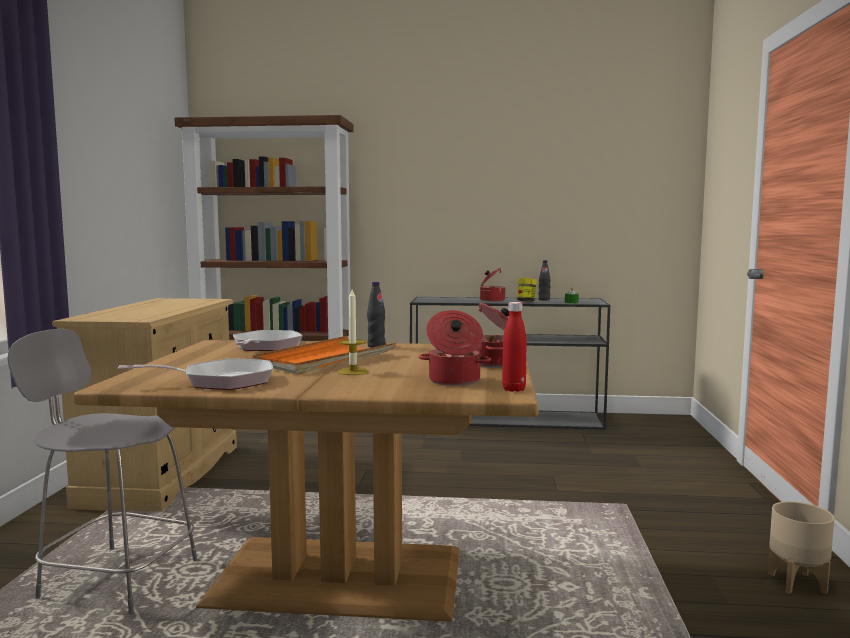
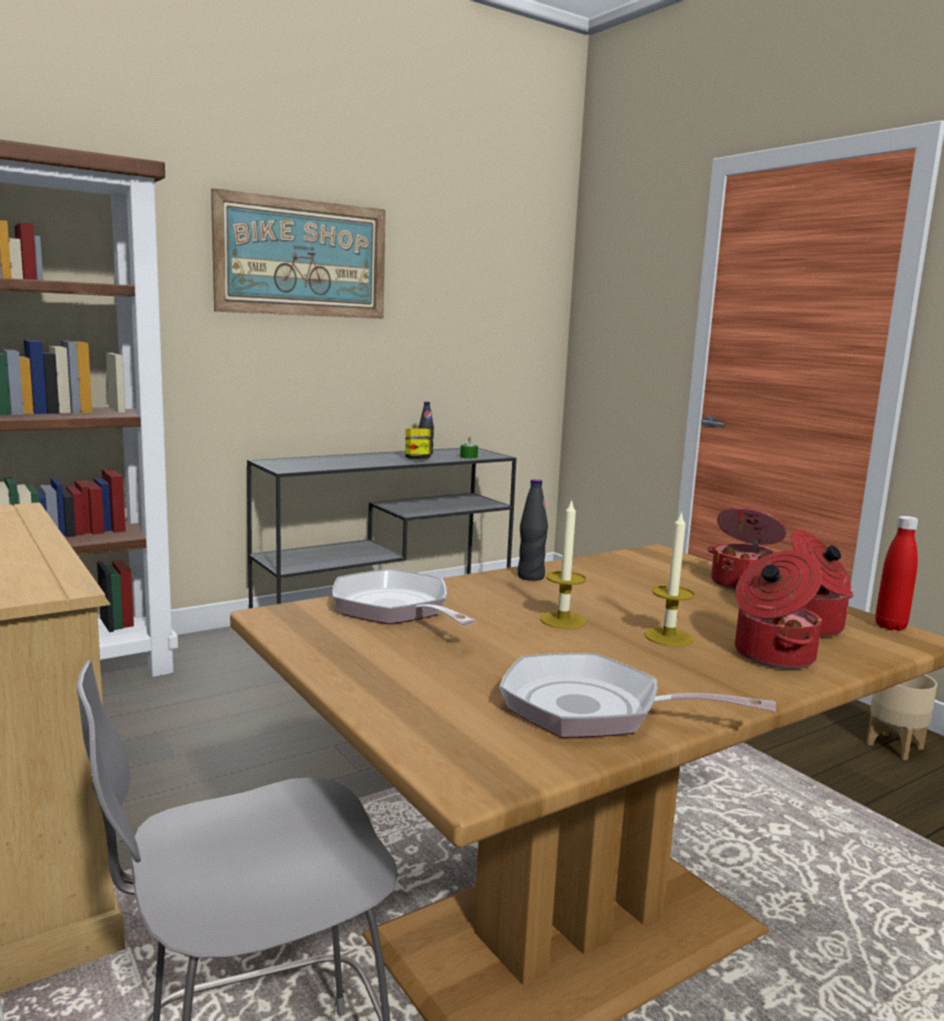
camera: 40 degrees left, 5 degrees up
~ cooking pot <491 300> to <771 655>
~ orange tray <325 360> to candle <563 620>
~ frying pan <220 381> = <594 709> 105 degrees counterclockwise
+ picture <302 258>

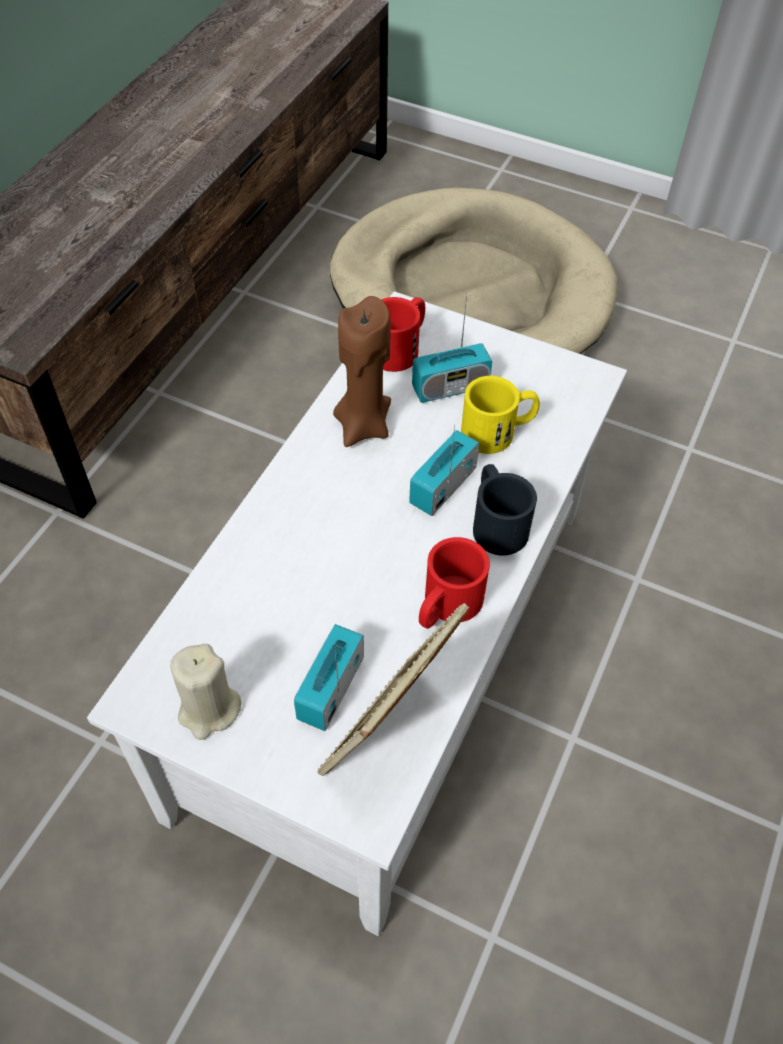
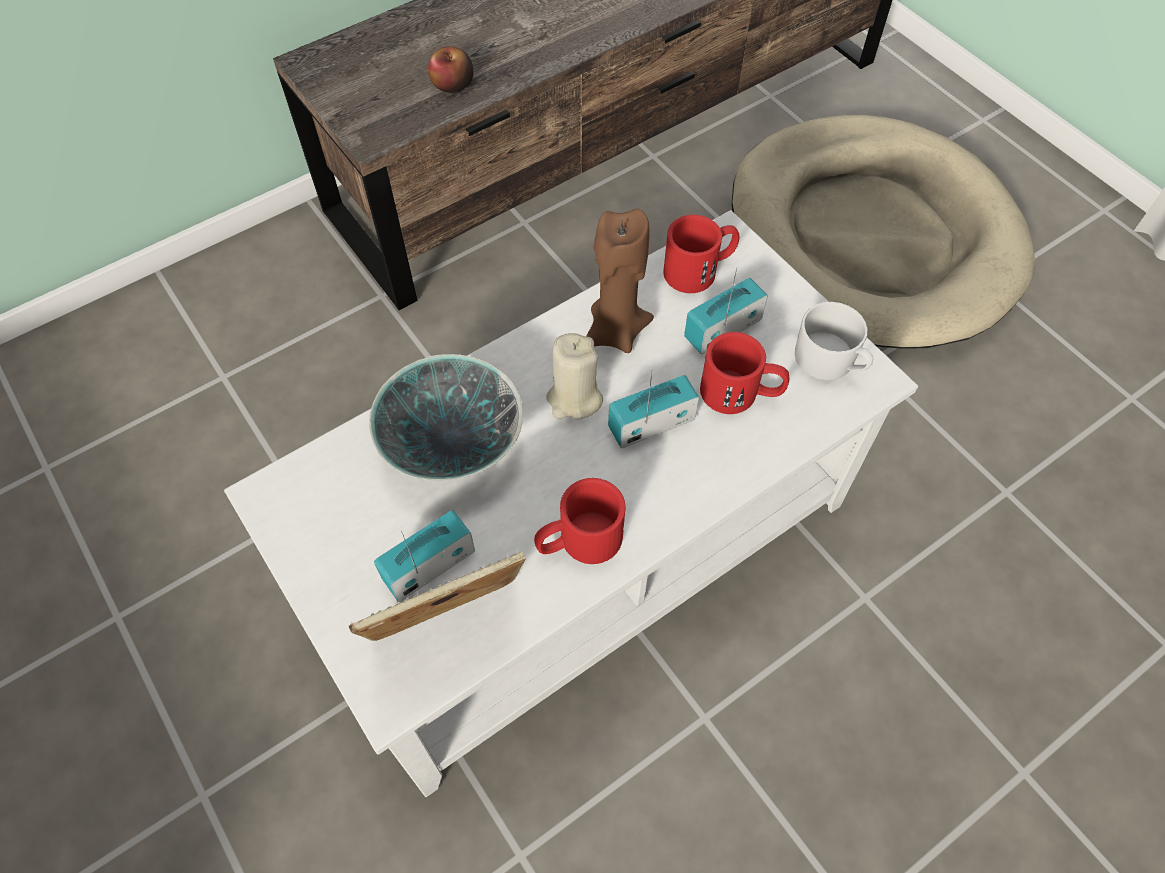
camera: 30 degrees right, 5 degrees up
~ radio <450 387> = <722 329> 135 degrees clockwise
~ yellow mug <498 431> to red mug <741 393>
- black mug <496 522>
~ beige candle <209 709> to <574 399>
+ apple <452 84>
+ white mug <830 361>
+ bowl <452 447>

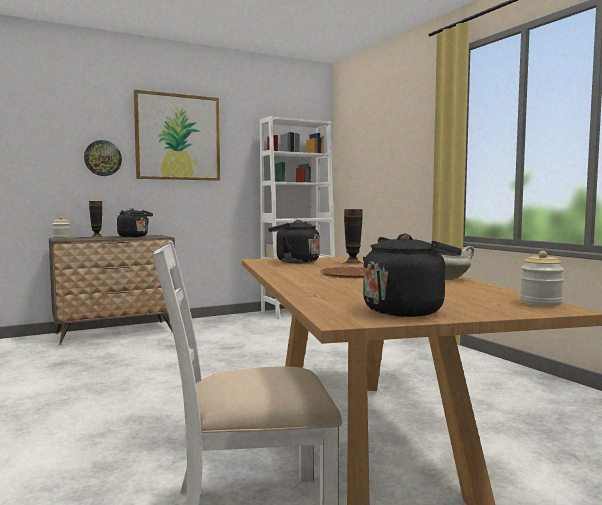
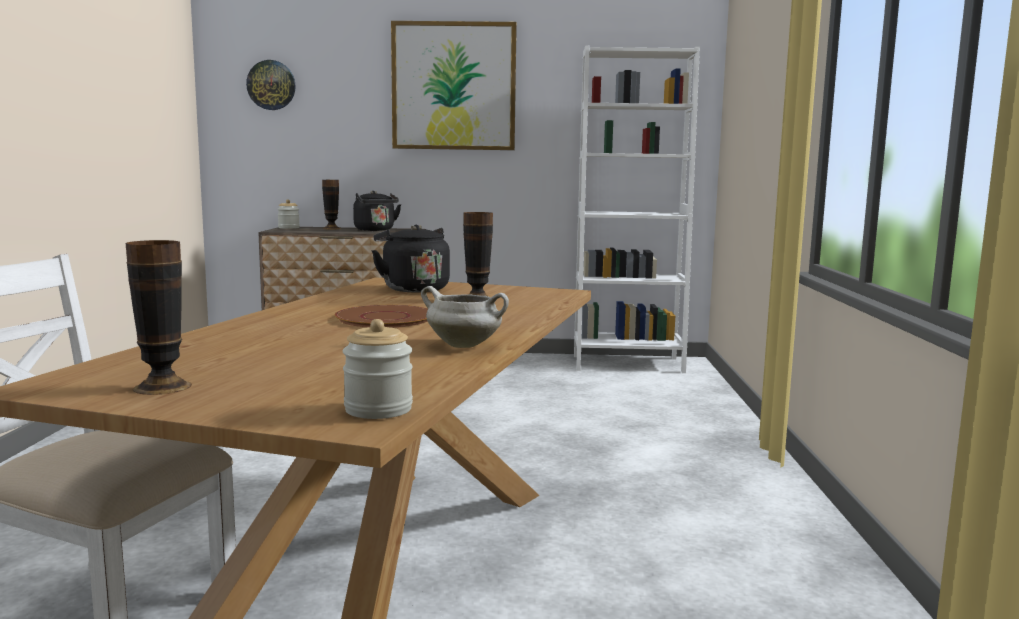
camera: 30 degrees right, 5 degrees up
~ wall clock <103 158> to <271 85>
~ black kettle <406 310> to vase <162 387>

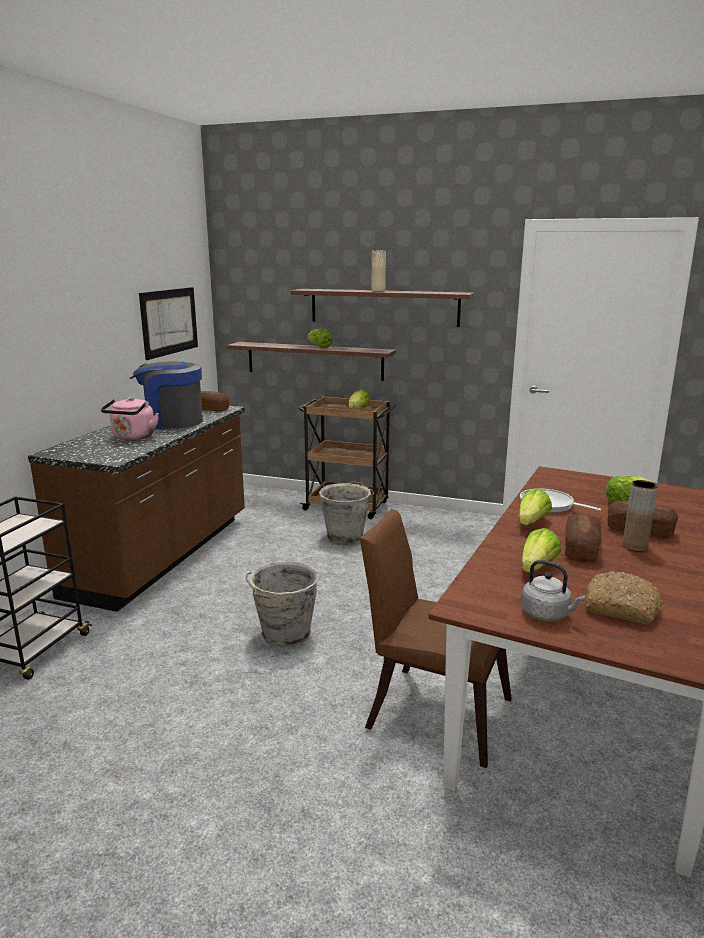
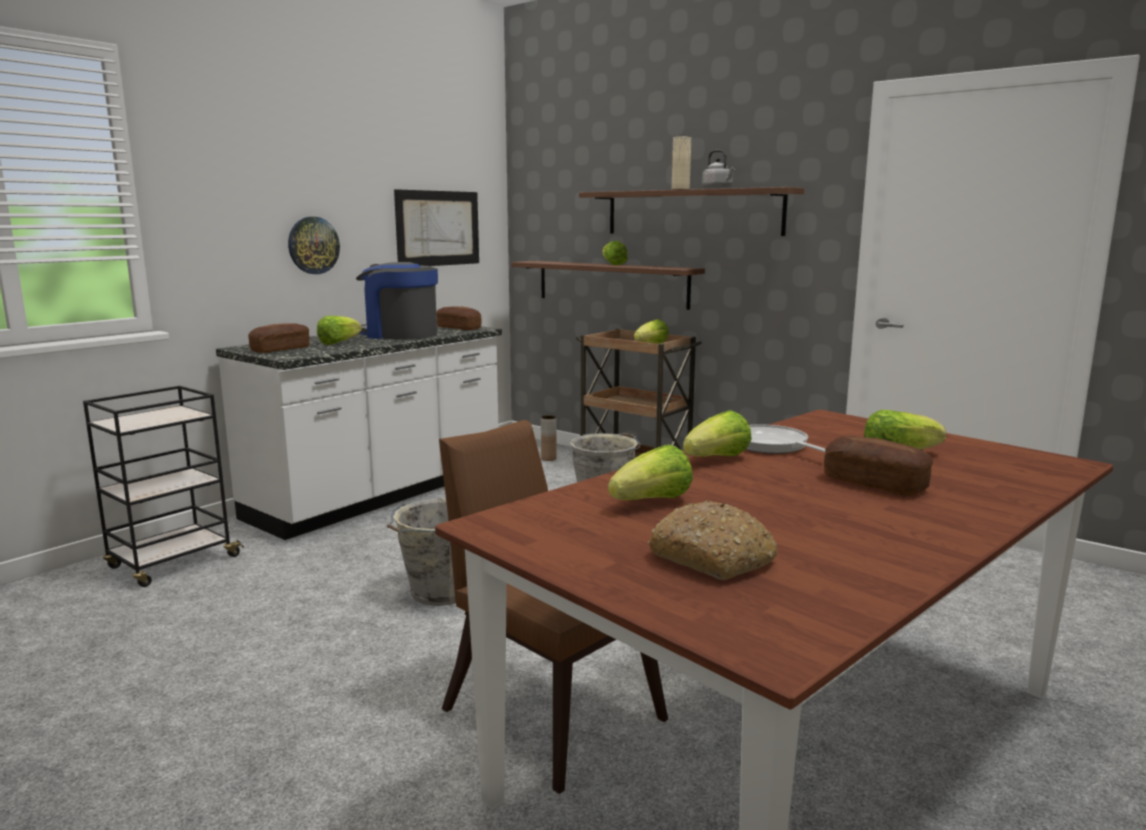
camera: 20 degrees right, 5 degrees down
~ pink kettle <133 437> to lettuce <338 343>
~ brown counter <163 556> to white counter <380 495>
~ brown vase <635 546> to <548 459>
~ bread <581 549> to <280 349>
~ grey kettle <547 614> to <718 188>
+ wall clock <313 245>

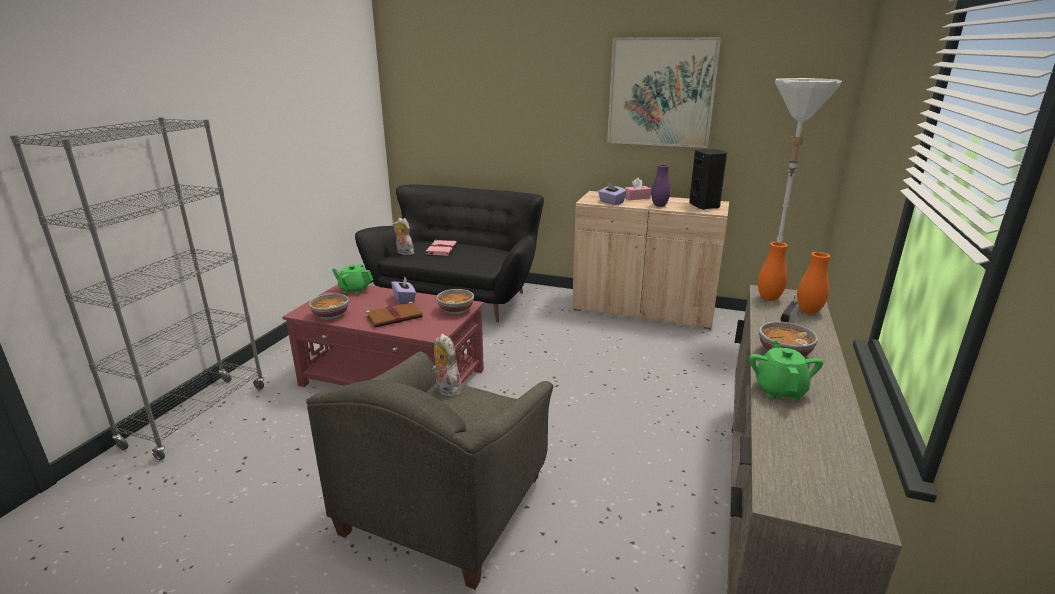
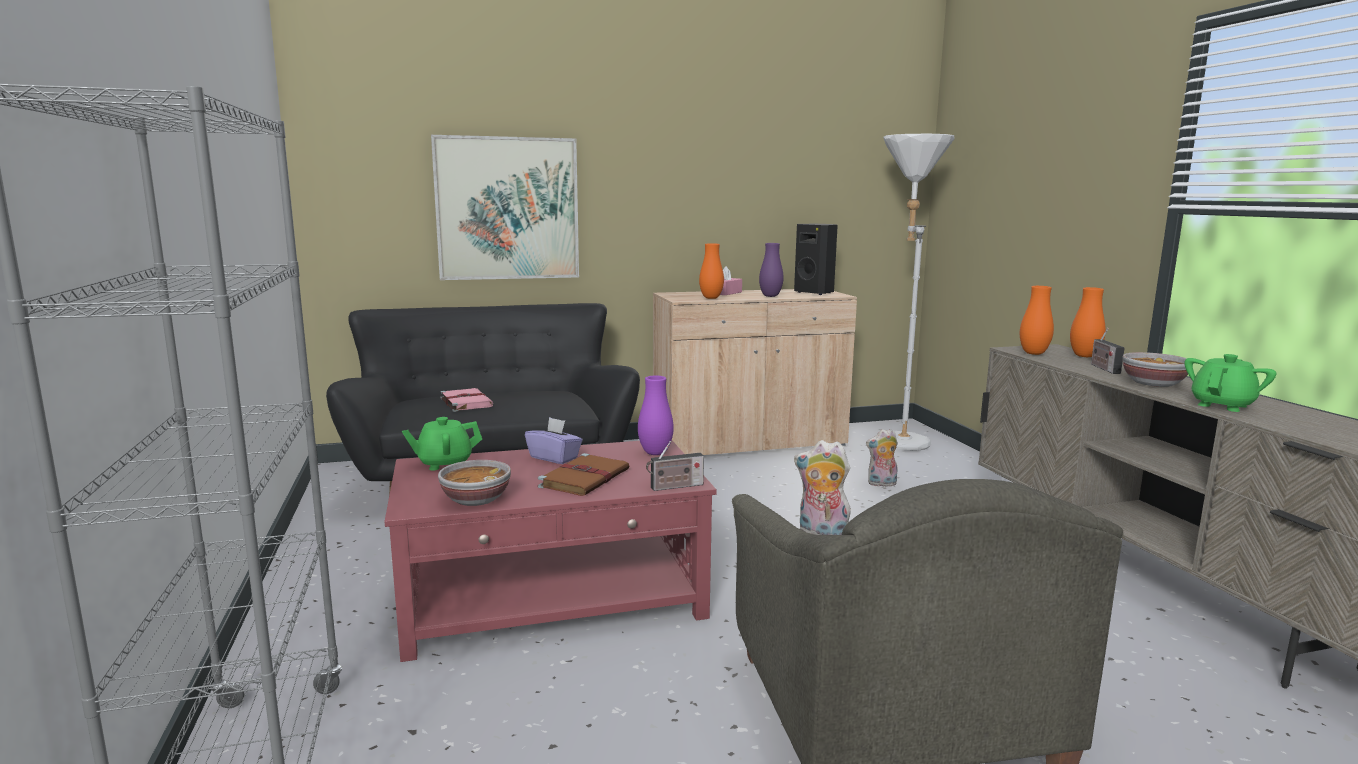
camera: 35 degrees left, 10 degrees down
~ picture <661 92> to <507 208>
~ purple tissue box <611 202> to orange vase <711 298>
~ plush toy <404 253> to <881 484>
~ bowl <456 310> to purple vase <655 453>
~ green teapot <779 390> = <1222 405> 75 degrees clockwise
+ radio <674 487>

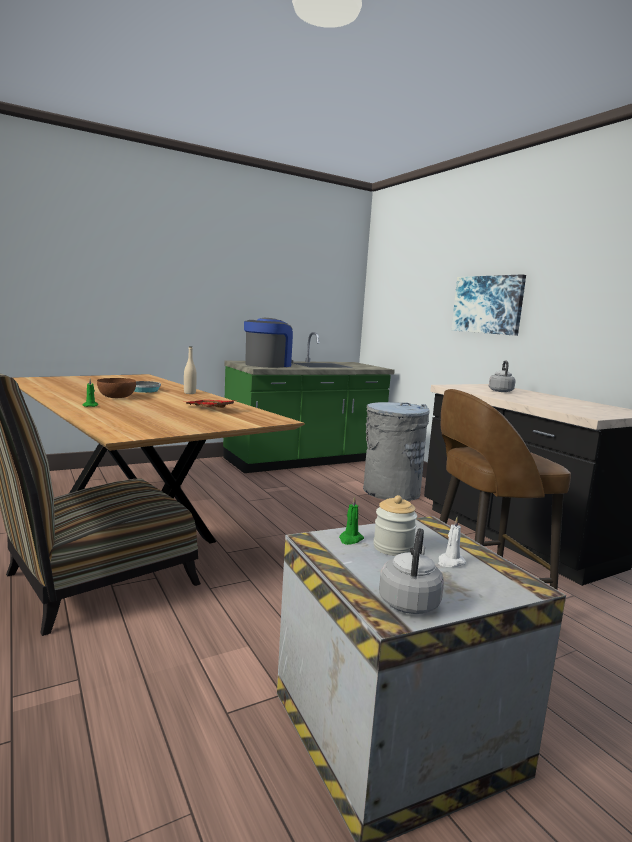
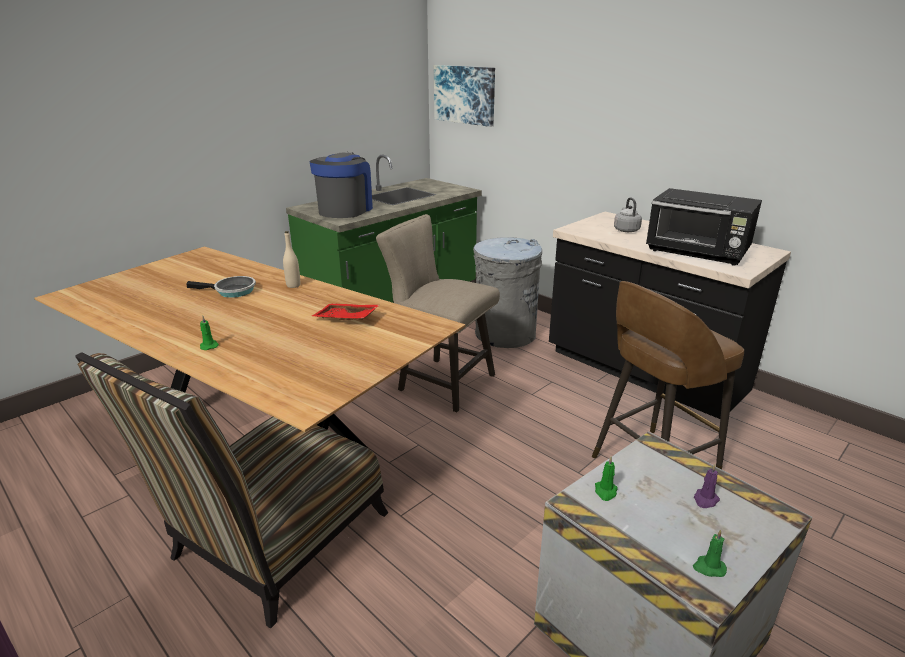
camera: 15 degrees left, 15 degrees up
~ picture <488 304> to <465 94>
- brown bowl <117 397>
- jar <393 548>
~ white candle <450 562> to purple candle <705 500>
~ grey kettle <409 601> to green candle <708 567>
+ black microwave <698 253>
+ beige stool <440 381>

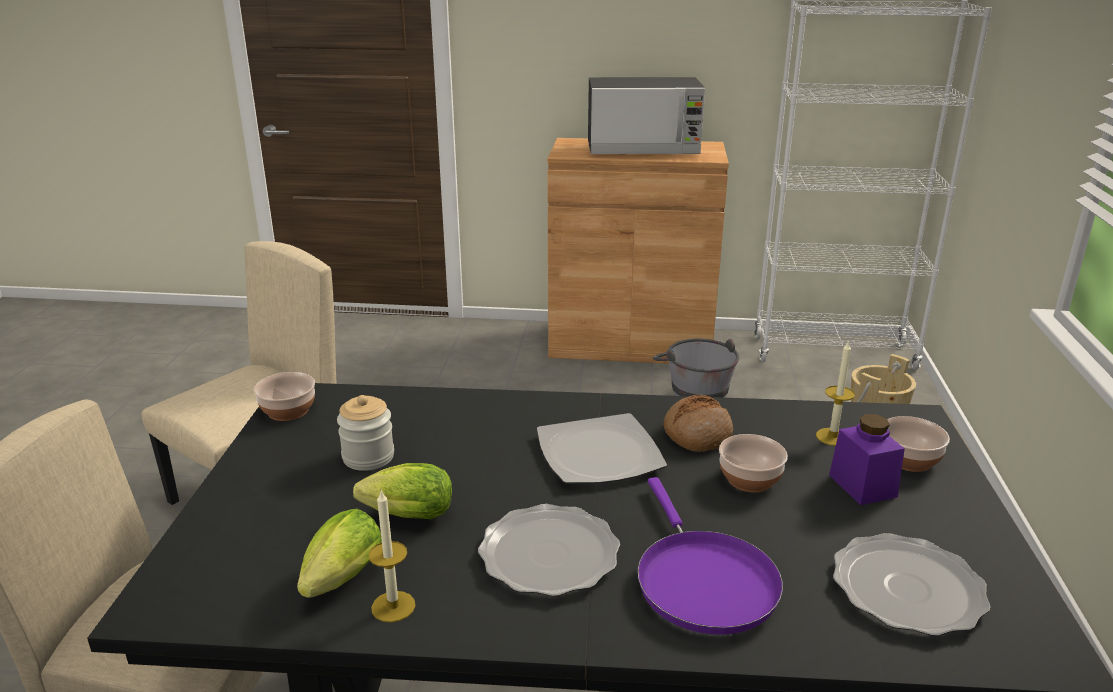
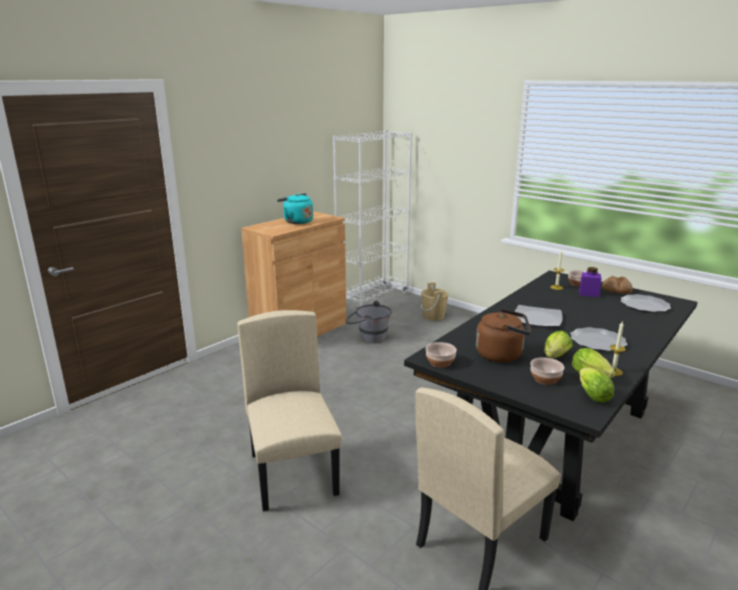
camera: 55 degrees left, 5 degrees down
~ microwave <643 149> to turquoise kettle <296 221>
~ bread <696 434> to <616 290>
~ jar <368 457> to brown kettle <502 355>
~ bowl <749 479> to <545 379>
- purple frying pan <702 581>
+ lettuce <591 395>

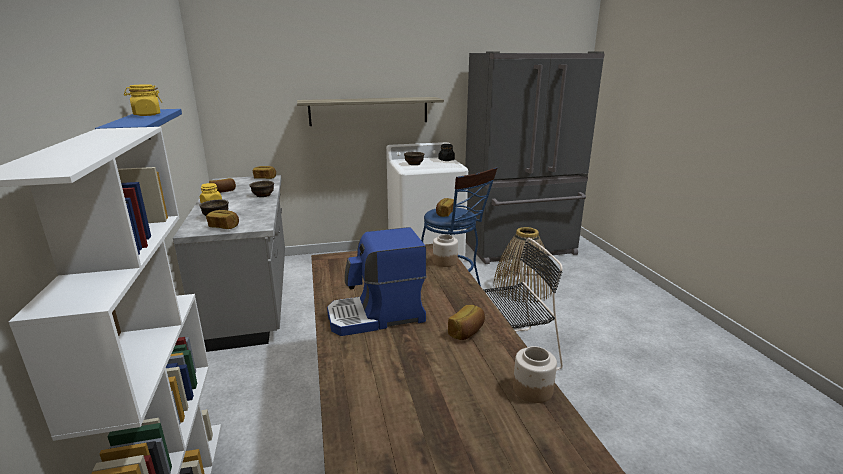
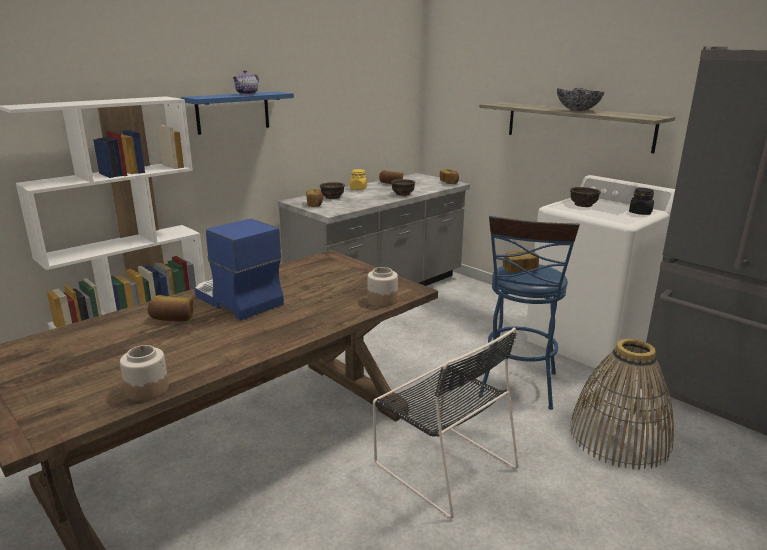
camera: 60 degrees right, 0 degrees up
~ yellow jar <147 115> to teapot <247 94>
~ bread <467 332> to <172 319>
+ bowl <578 110>

